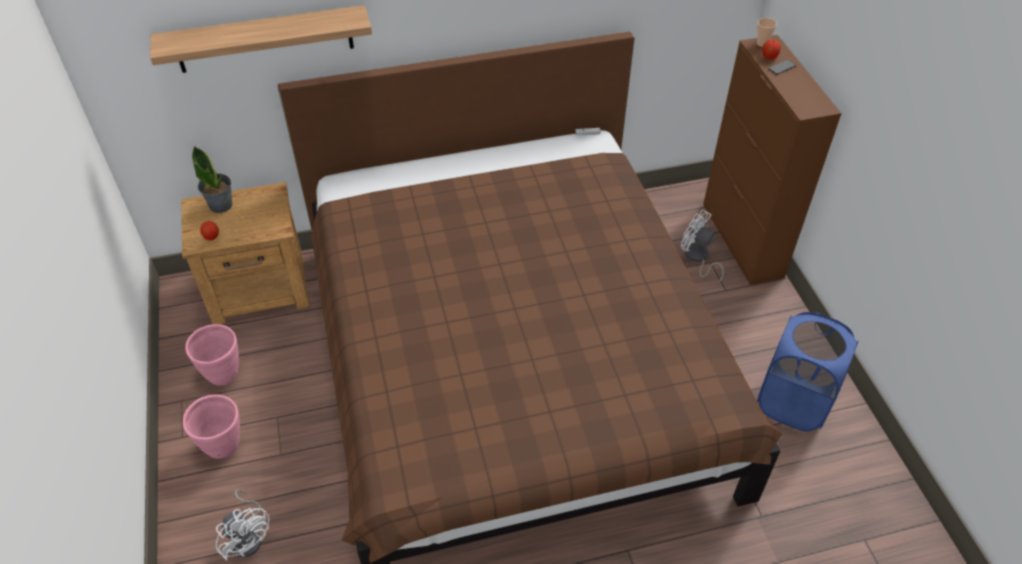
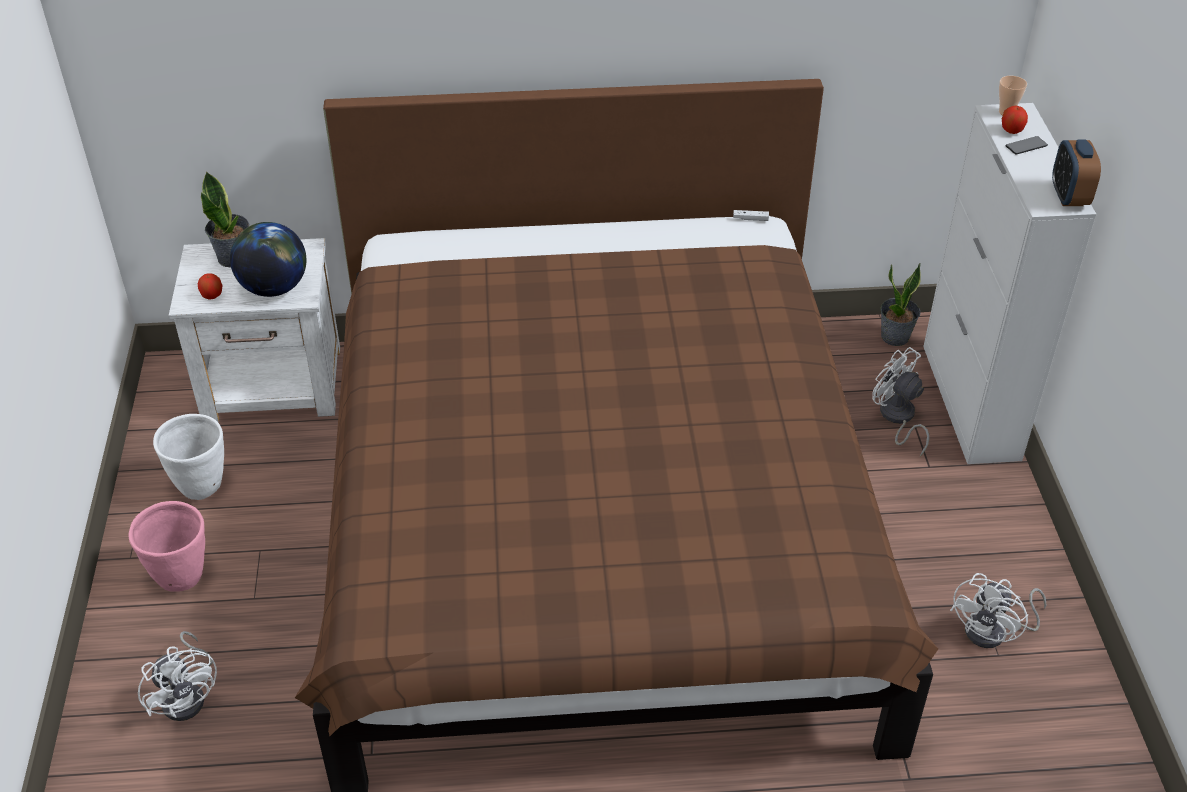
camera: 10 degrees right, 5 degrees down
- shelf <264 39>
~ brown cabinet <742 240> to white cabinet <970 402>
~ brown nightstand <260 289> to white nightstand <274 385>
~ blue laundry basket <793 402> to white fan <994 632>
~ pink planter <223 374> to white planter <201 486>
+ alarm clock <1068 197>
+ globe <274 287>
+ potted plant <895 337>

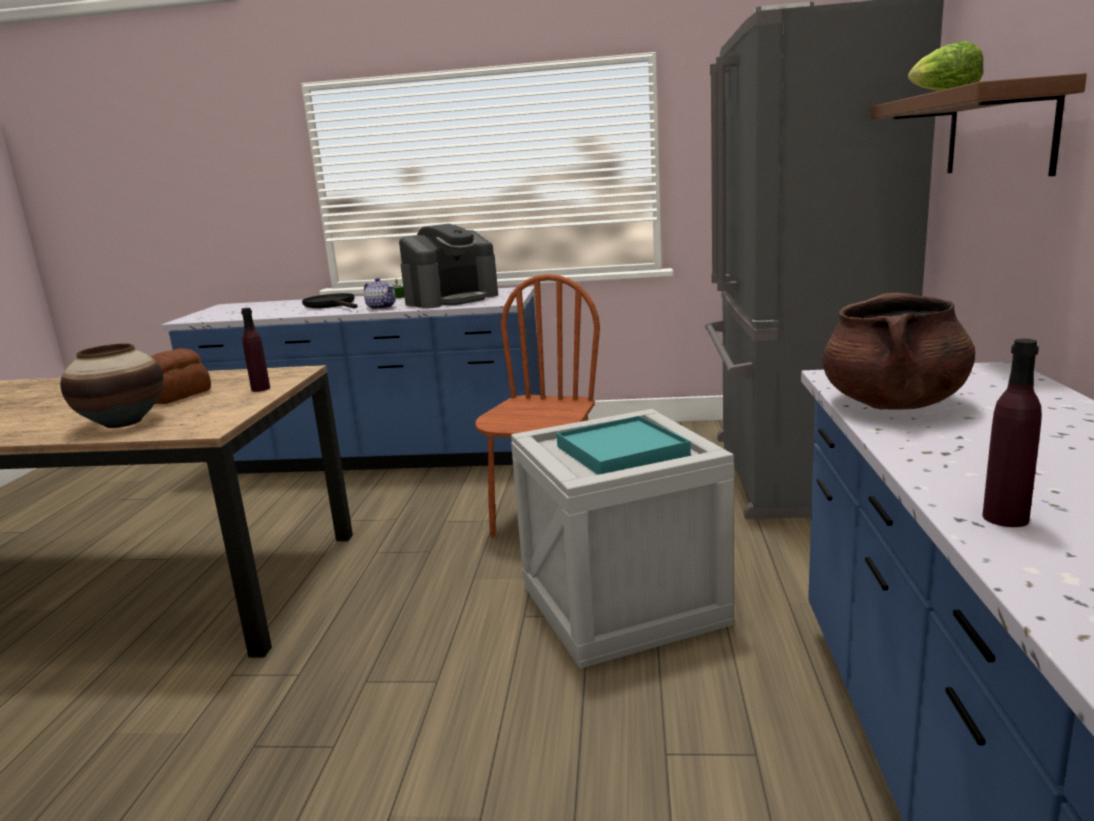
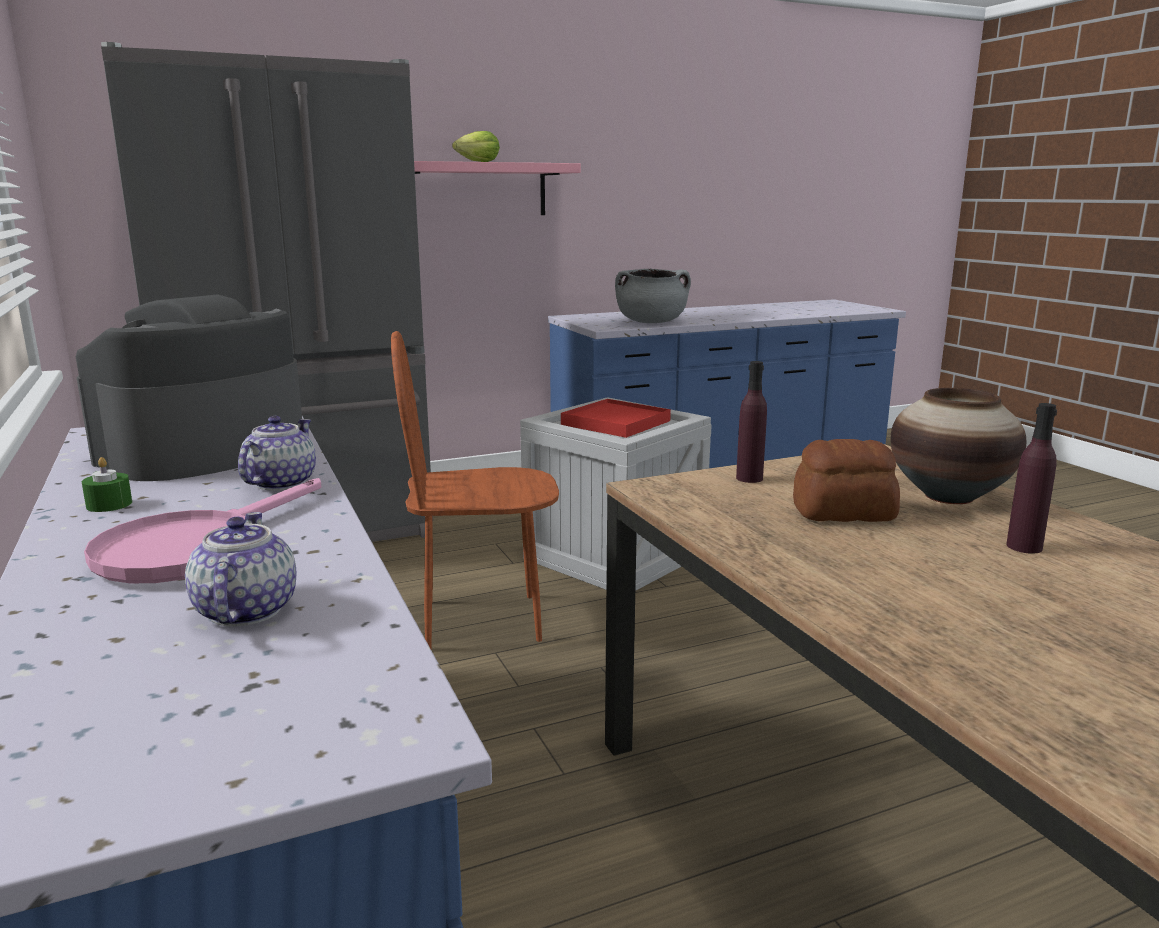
camera: 120 degrees left, 0 degrees up
~ brown shelf <999 132> to pink shelf <477 189>
~ coffee machine <451 299> = <203 451> 75 degrees counterclockwise
~ brown cooking pot <893 404> to grey cooking pot <651 322>
~ black frying pan <332 305> to pink frying pan <195 547>
~ purple bottle <1005 518> to <1024 547>
~ turquoise tray <621 451> to red tray <616 423>
+ teapot <244 611>

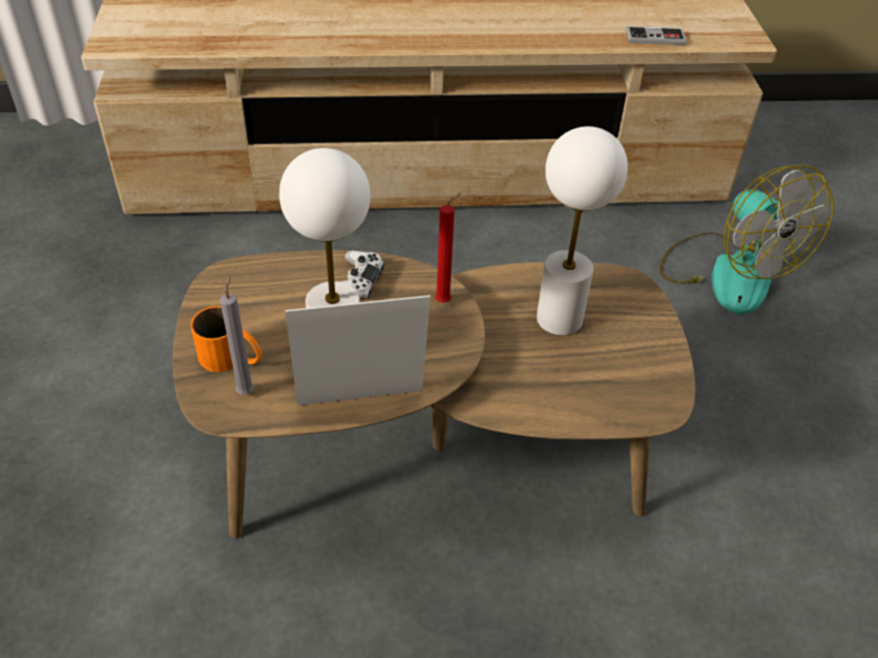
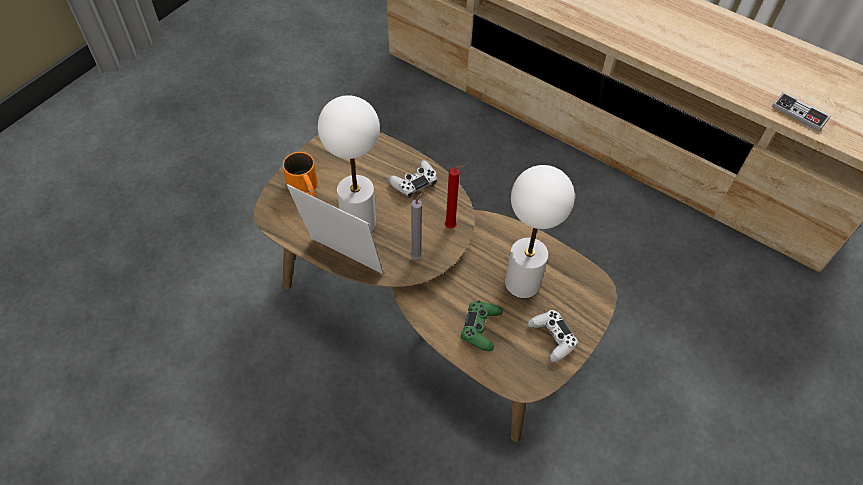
camera: 40 degrees right, 10 degrees up
- fan <727 271>
~ grey candle <246 390> to <418 256>
+ green game controller <481 328>
+ white game controller <552 338>

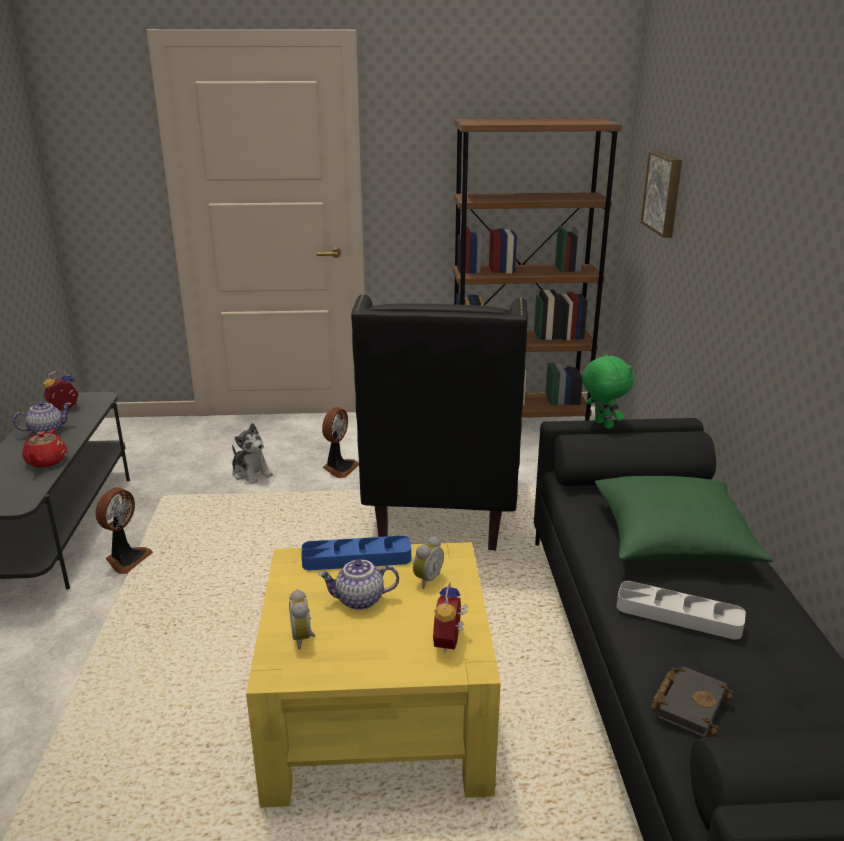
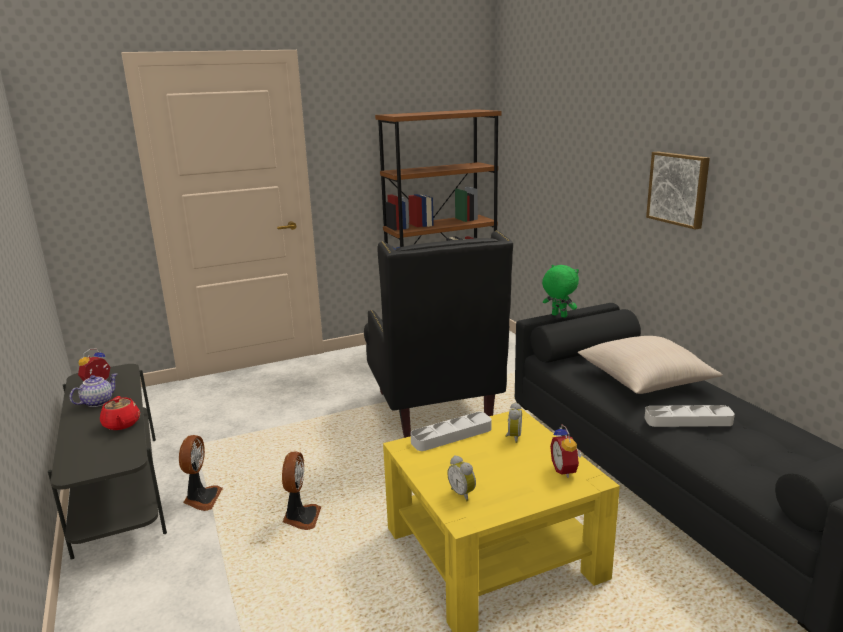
camera: 20 degrees left, 5 degrees down
~ picture <664 193> to <679 188>
~ fan <339 468> to <301 518>
- plush toy <251 473>
~ green pillow <673 540> to beige pillow <645 380>
~ blue tray <356 558> to grey tray <451 435>
- teapot <359 601>
- black book <688 703>

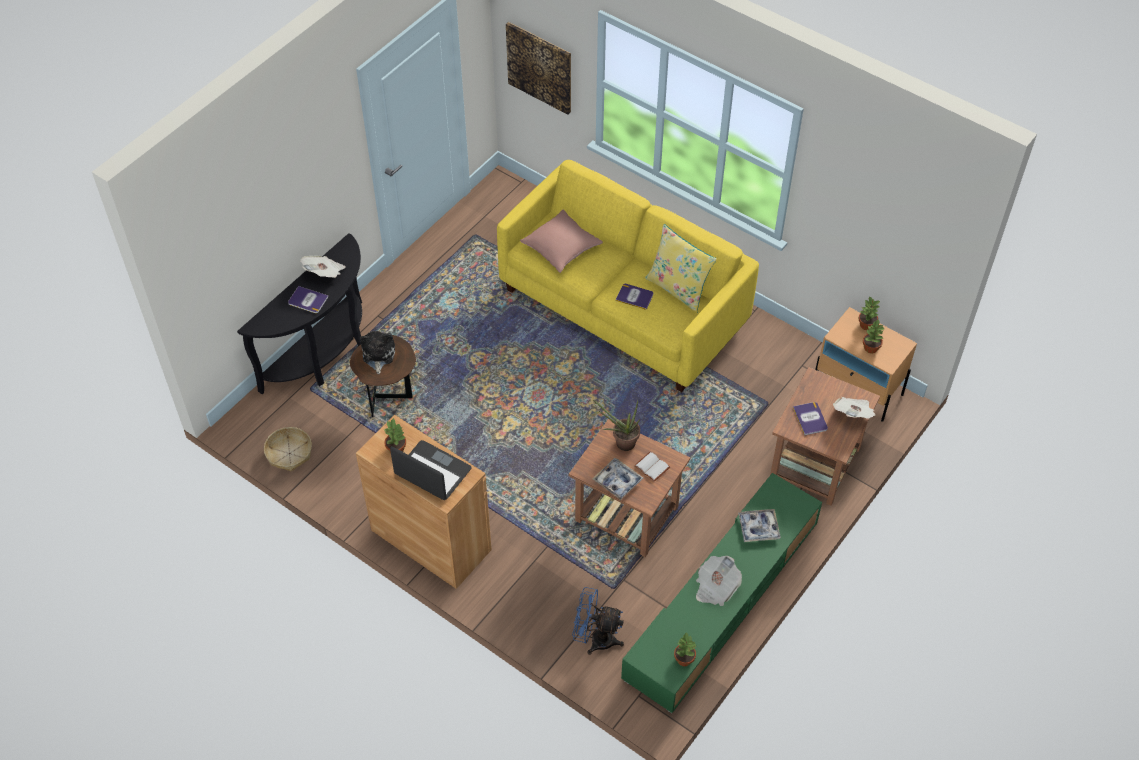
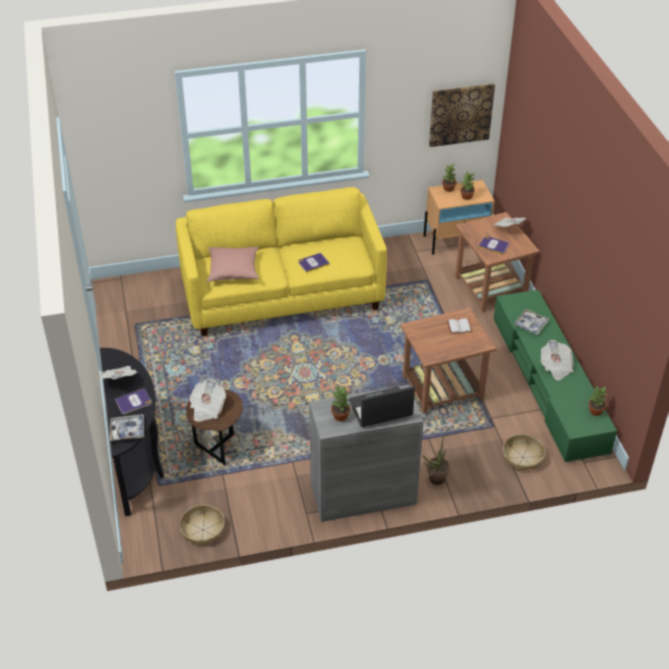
camera: 50 degrees left, 10 degrees down
~ picture <540 67> to <460 114>
- yellow pillow <678 289>
~ plush toy <378 355> to newspaper <207 408>
~ potted plant <621 443> to <434 480>
~ brown cabinet <431 540> to grey cabinet <363 494>
~ tray <617 481> to <127 430>
~ blue fan <595 638> to basket <523 457>

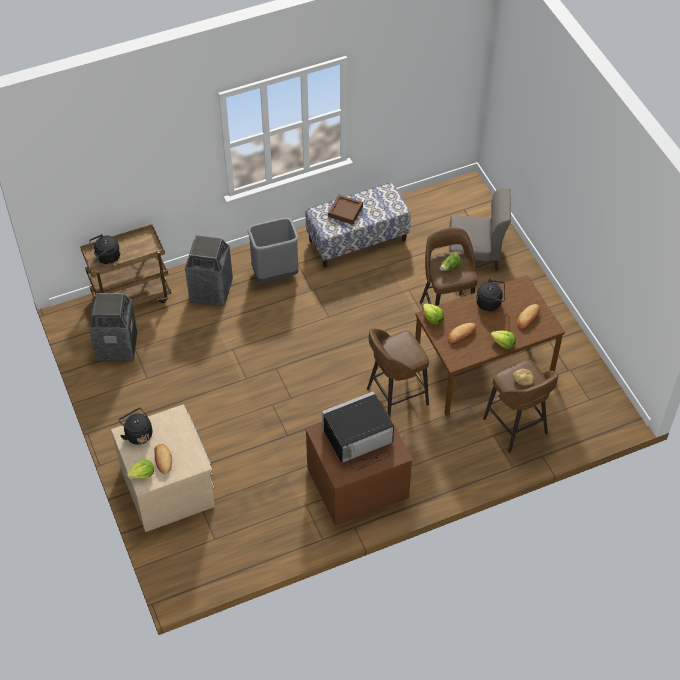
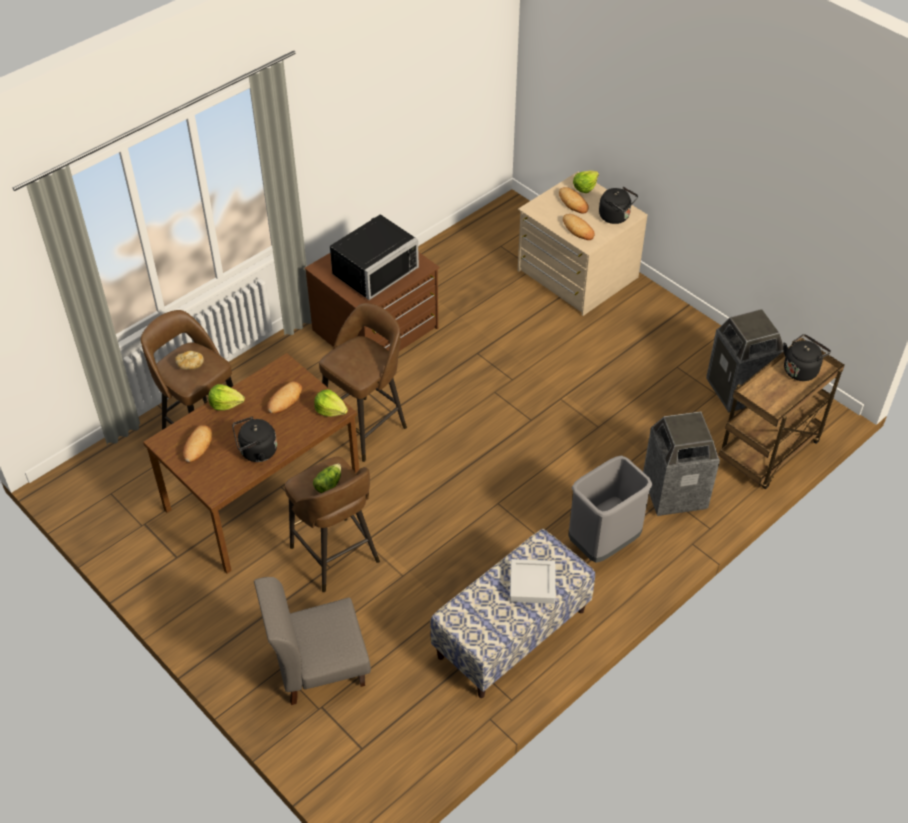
camera: 160 degrees right, 5 degrees down
~ brown tray <345 211> to grey tray <532 584>
+ bread <578 229>

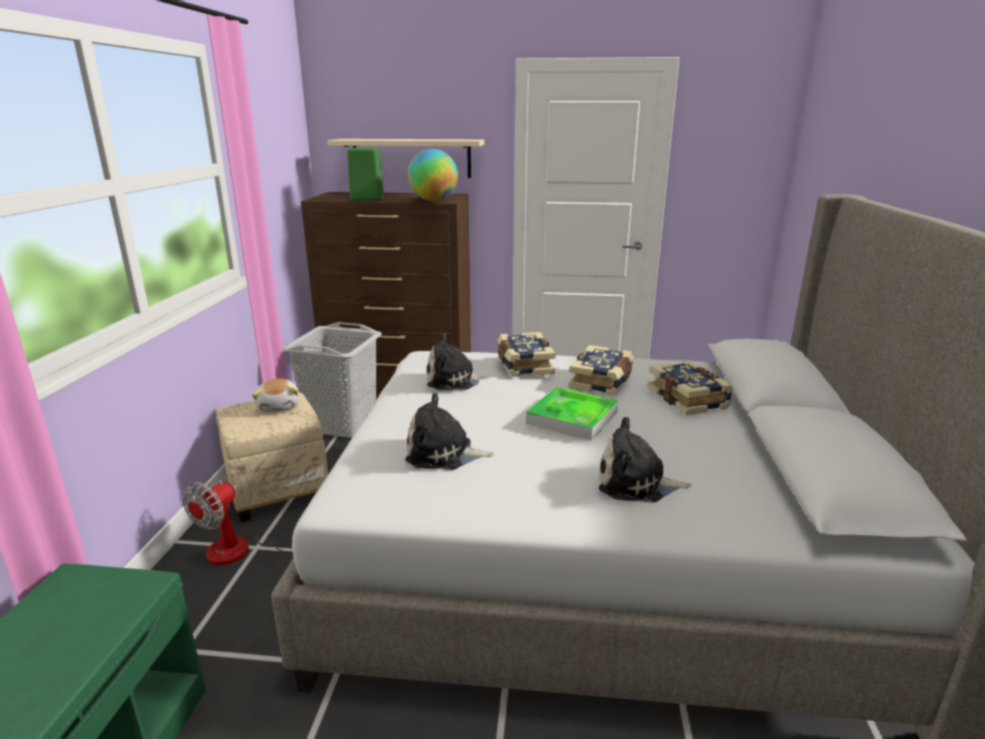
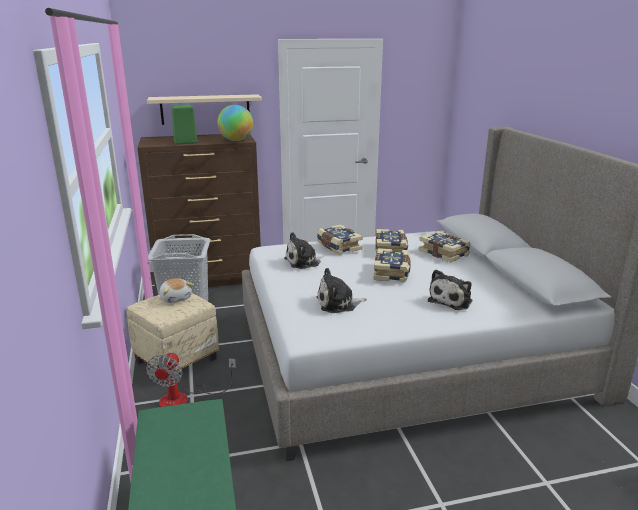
camera: 20 degrees left, 0 degrees up
~ tray <572 418> to book <392 273>
~ plush toy <636 483> = <451 300> 45 degrees counterclockwise

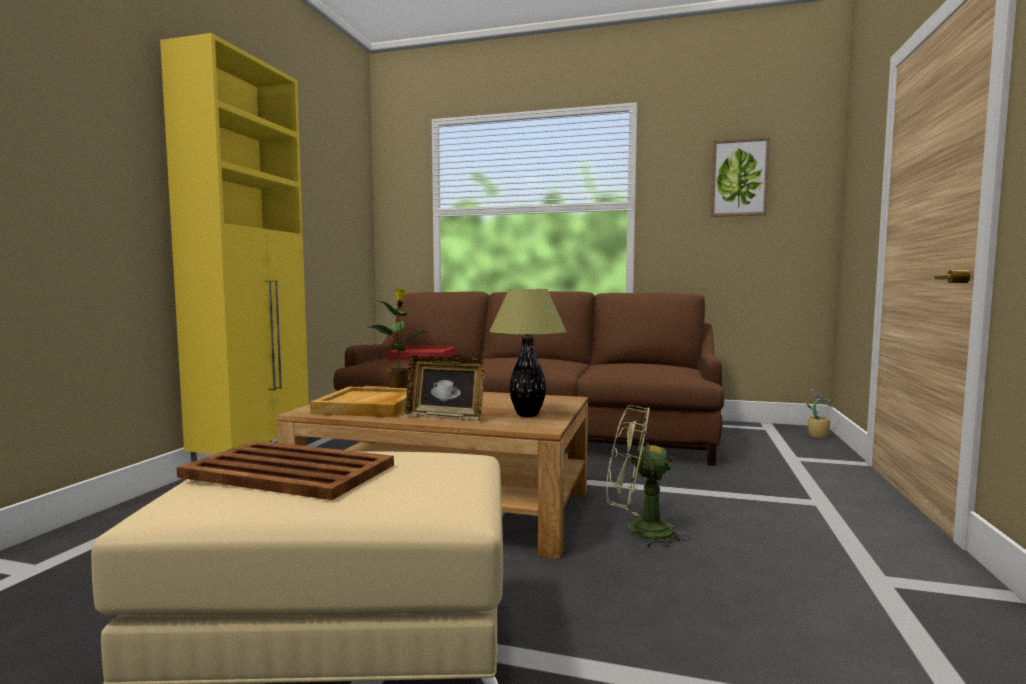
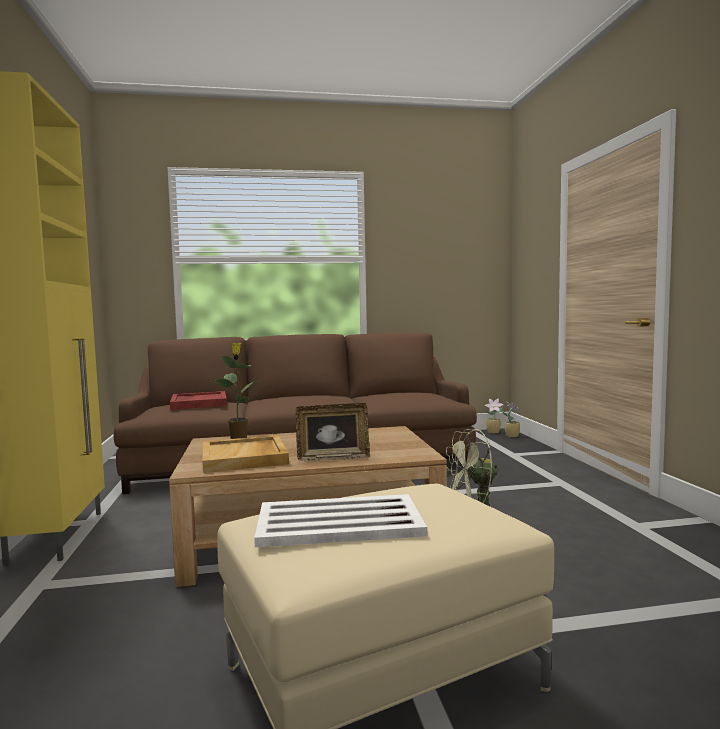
camera: 25 degrees left, 0 degrees up
- picture <739 178>
- table lamp <527 415>
~ brown tray <290 471> to white tray <341 522>
+ potted plant <494 432>

